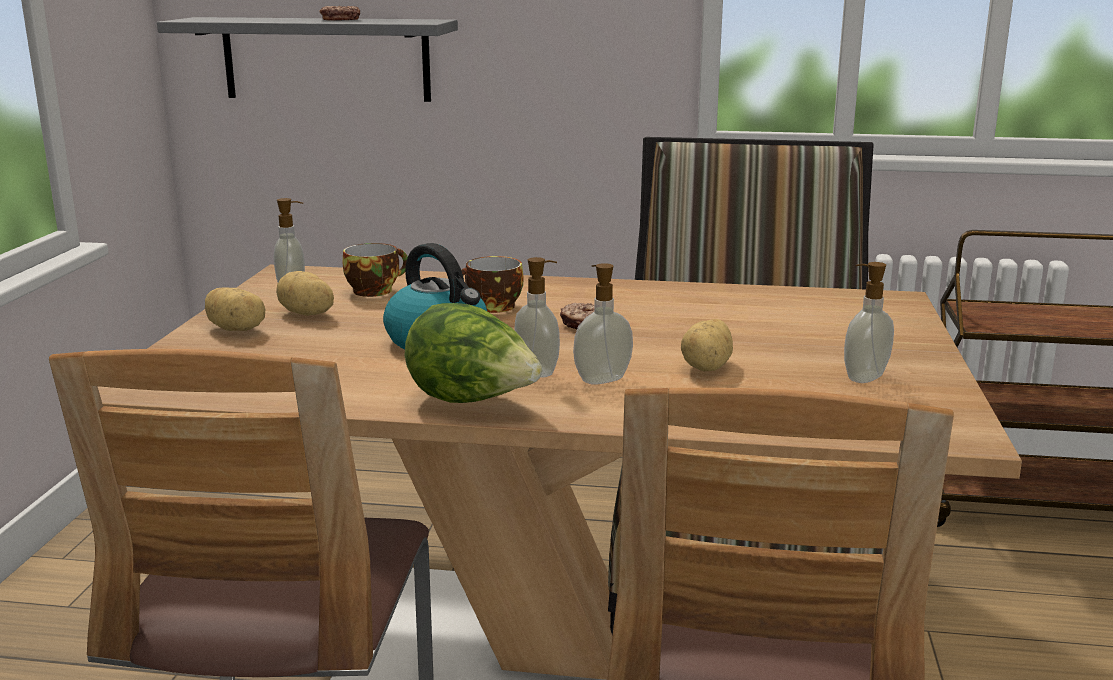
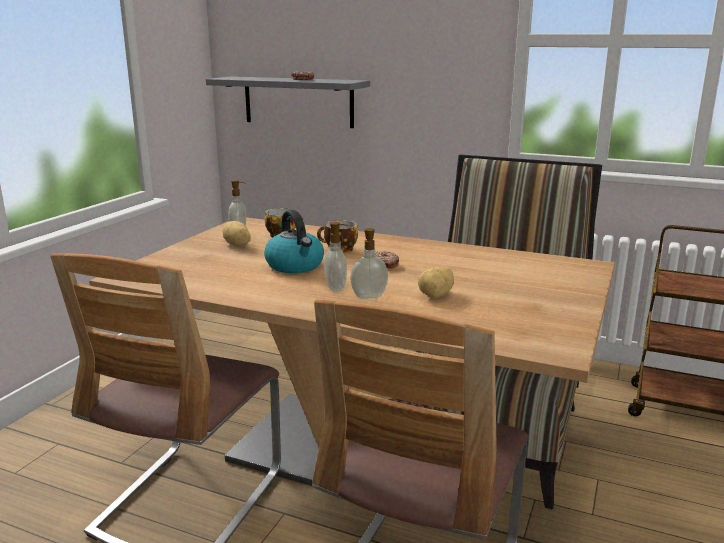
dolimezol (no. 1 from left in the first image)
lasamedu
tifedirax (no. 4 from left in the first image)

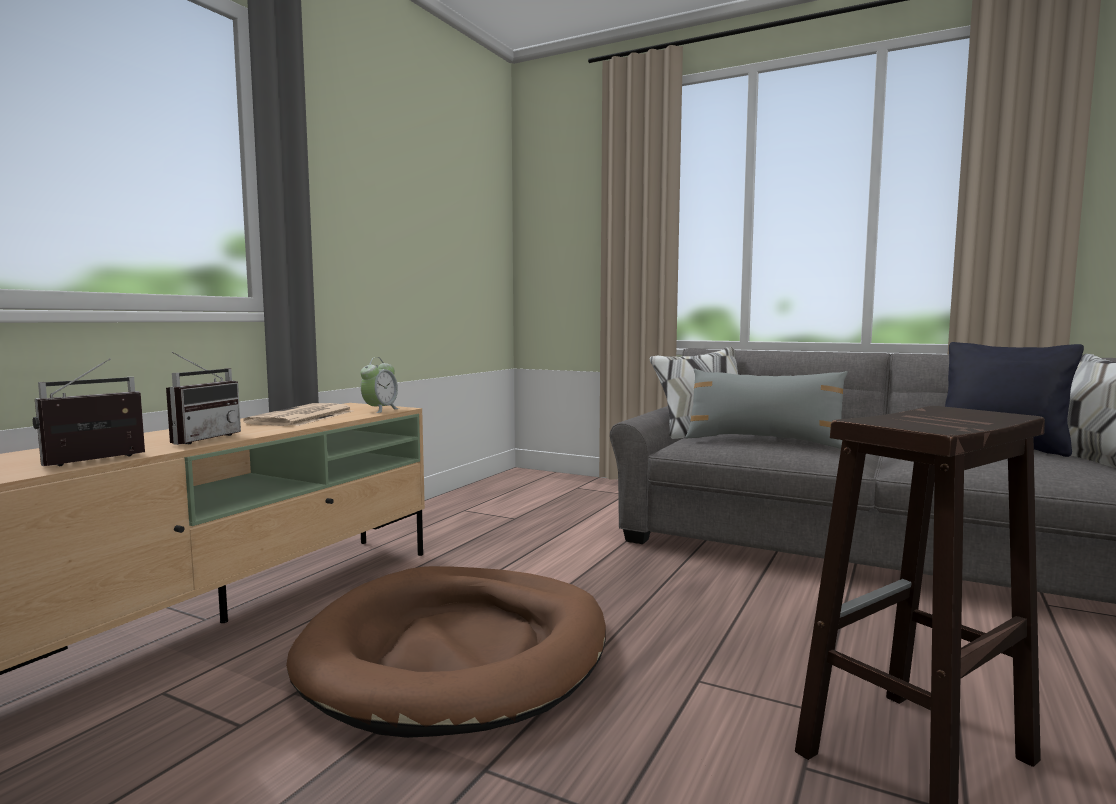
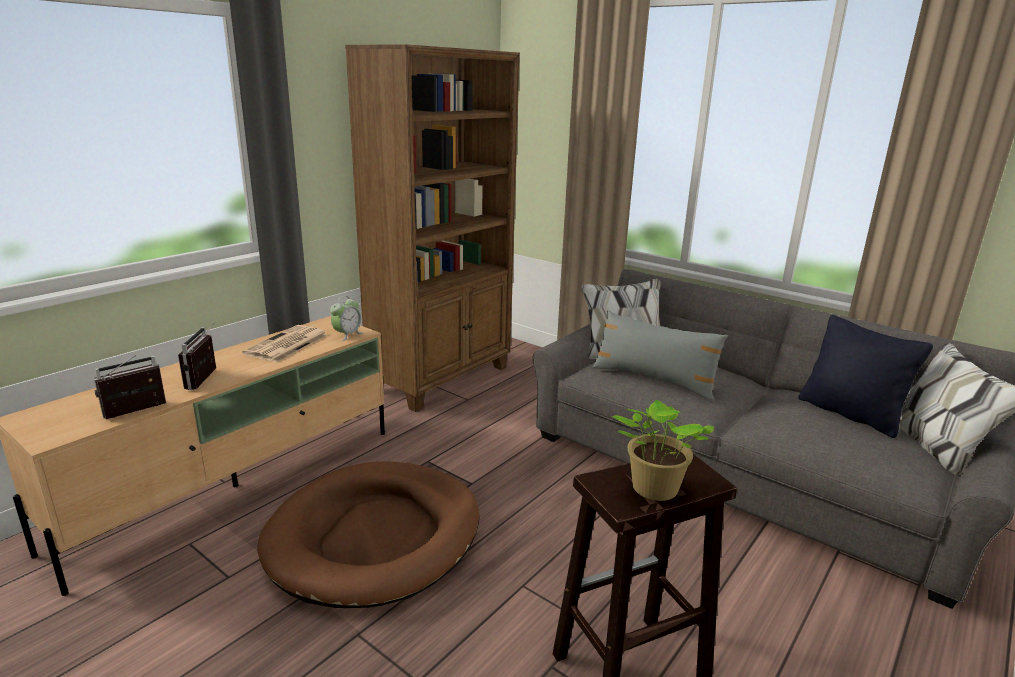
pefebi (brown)
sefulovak
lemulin (no. 2 from left)

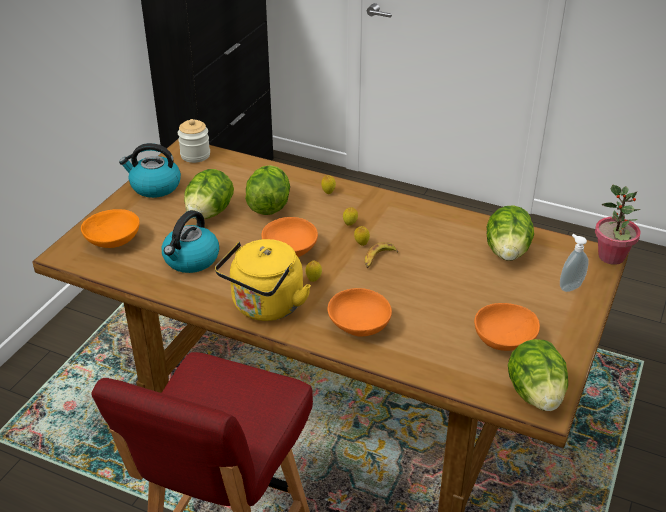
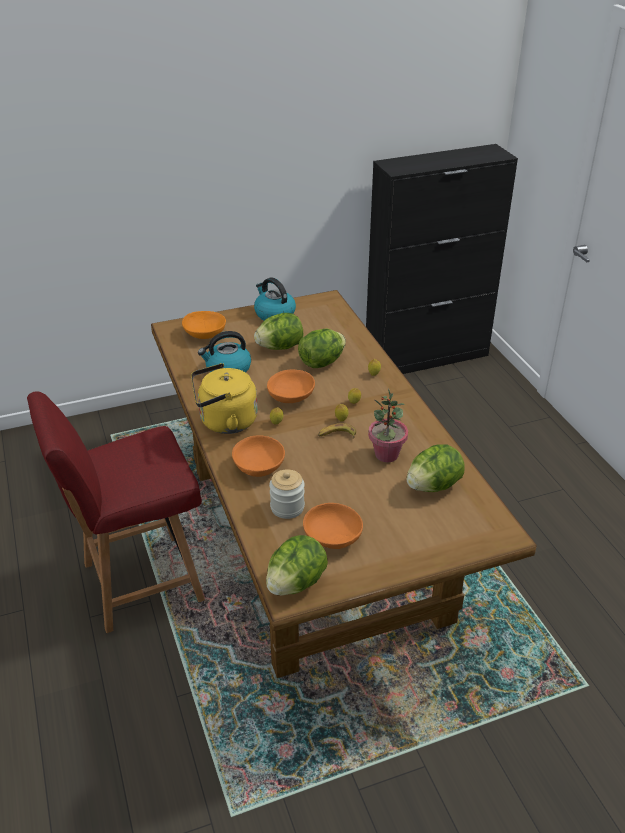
tifedirax
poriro
sefulovak

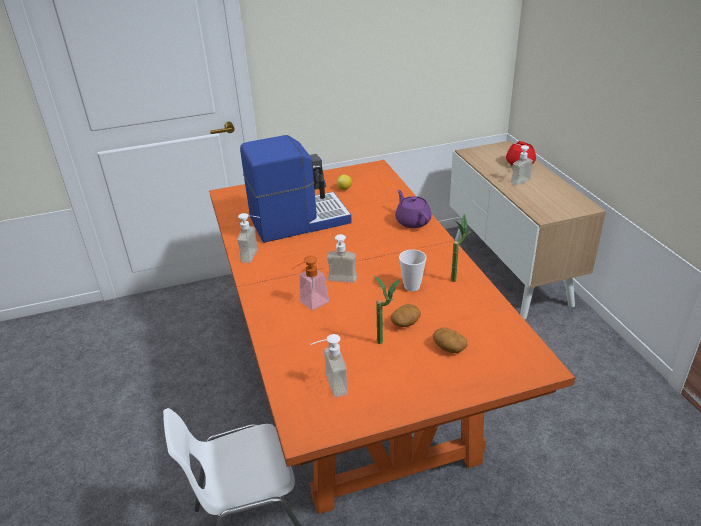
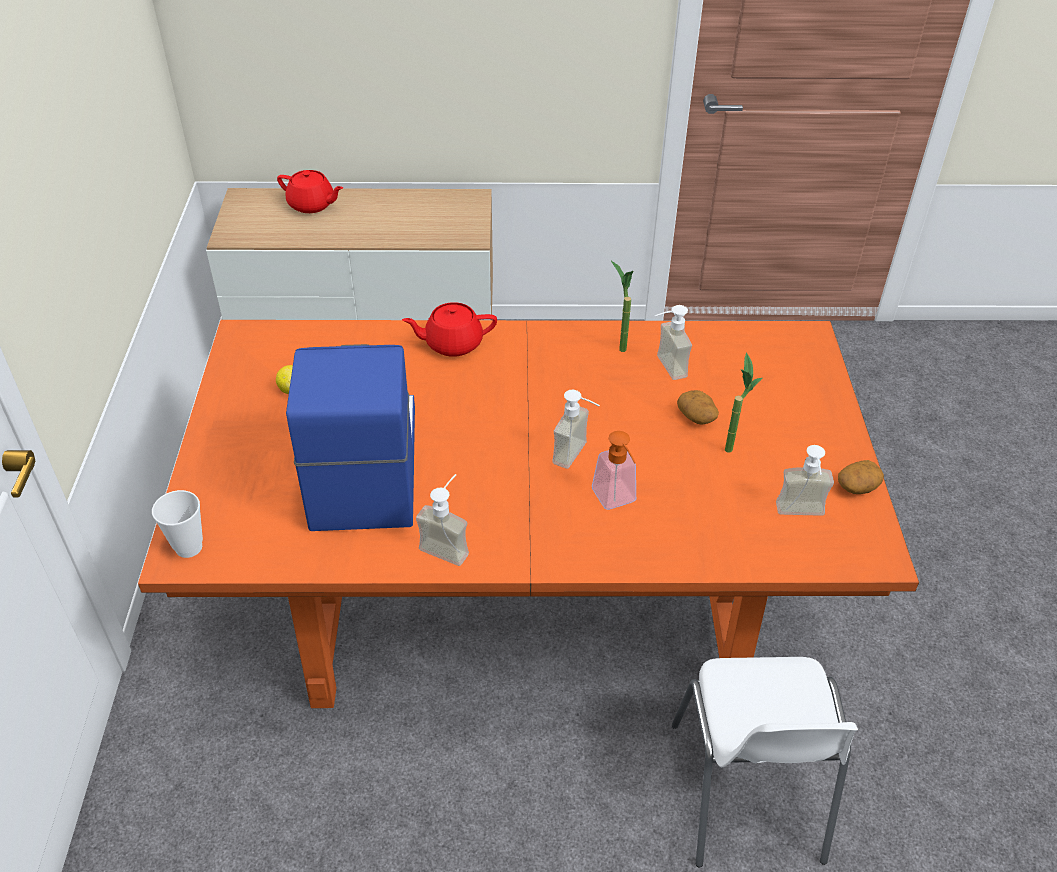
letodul
dolimezol (no. 2 from left)
tifedirax (no. 4 from left)
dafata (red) (no. 2 from left)

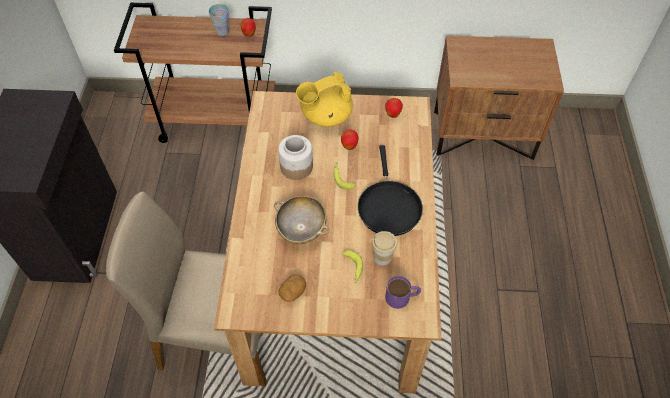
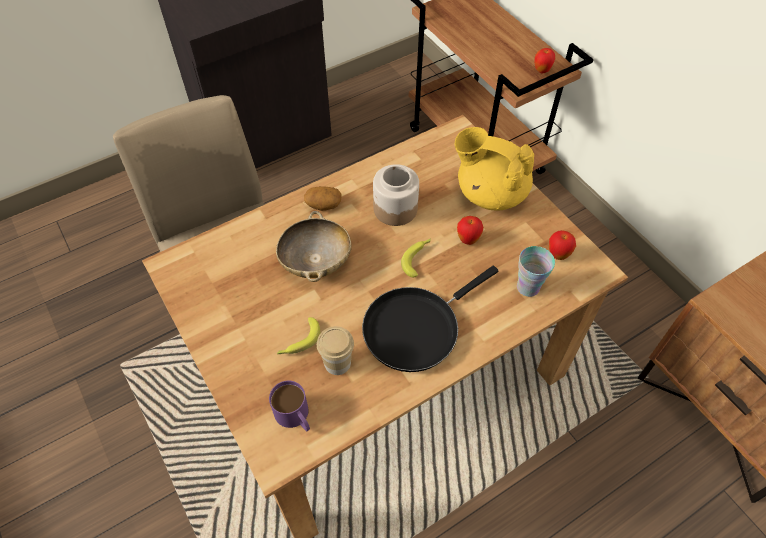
letodul (no. 2 from left)
dolimezol

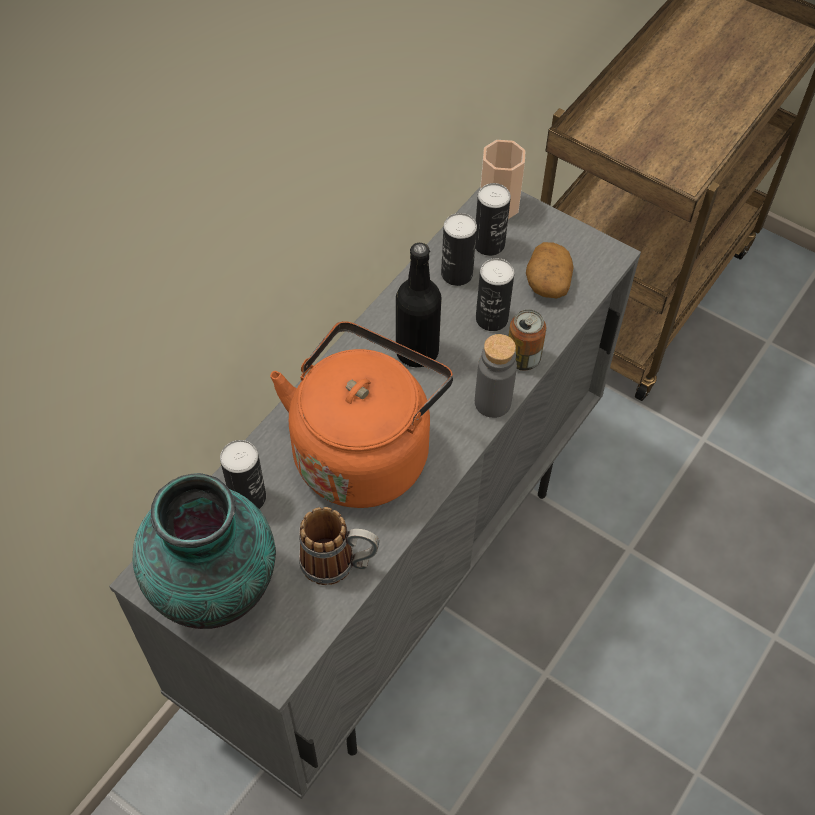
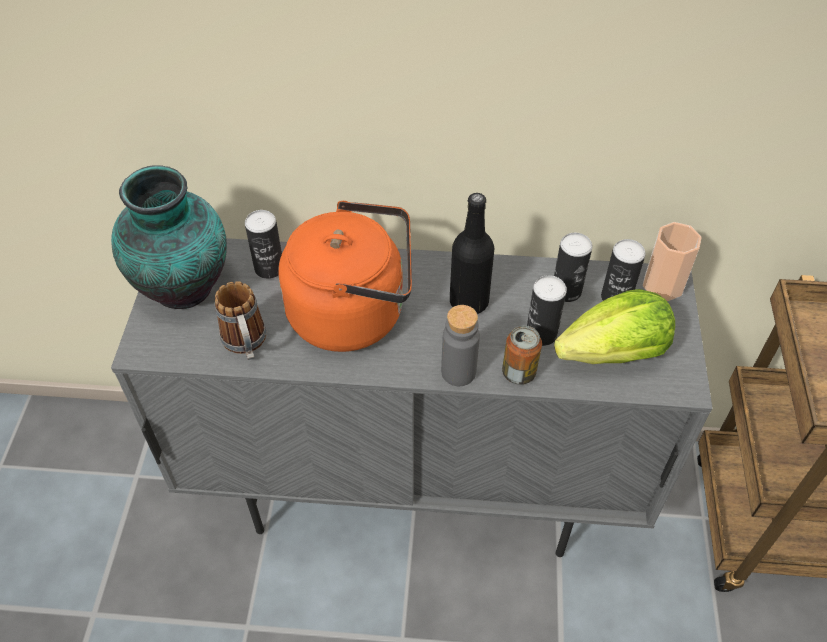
lasamedu

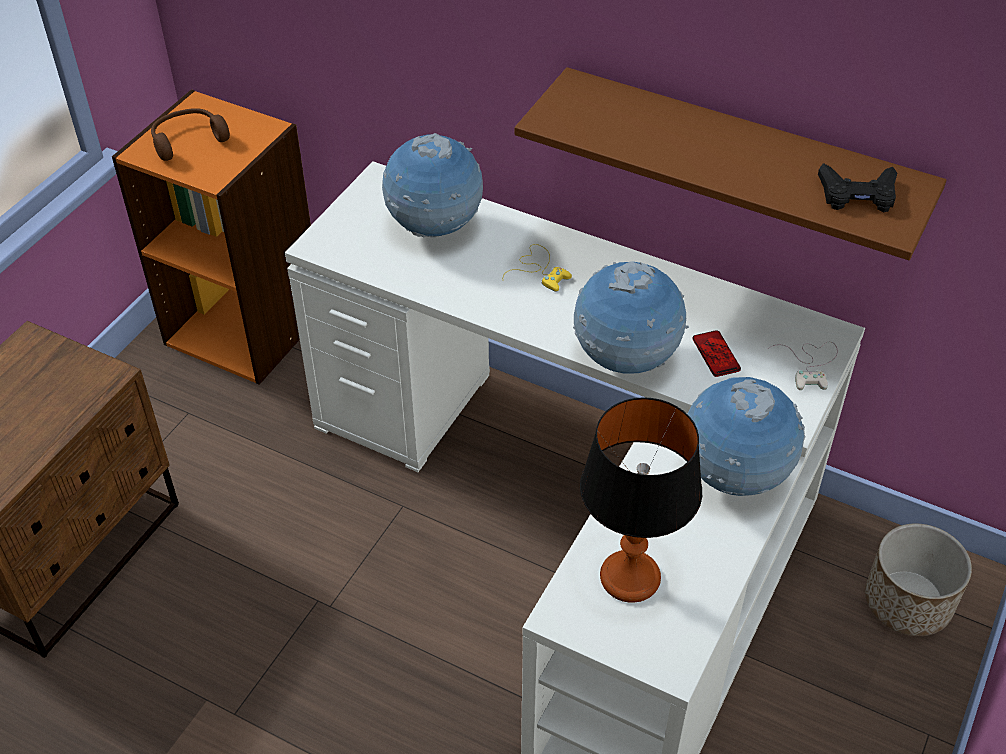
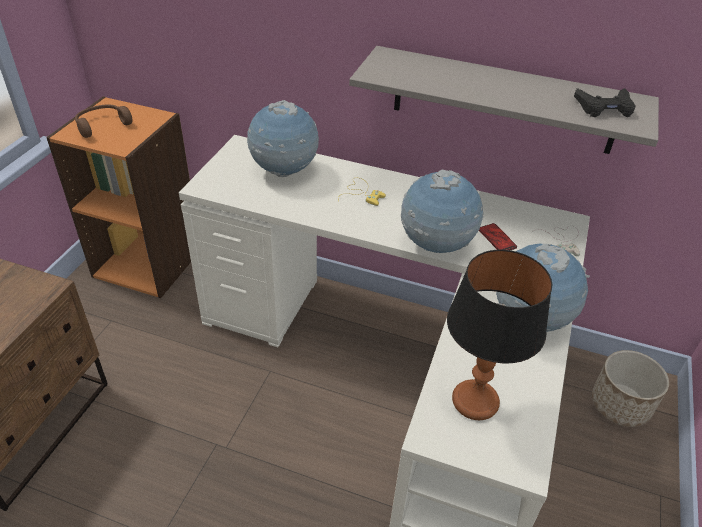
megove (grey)

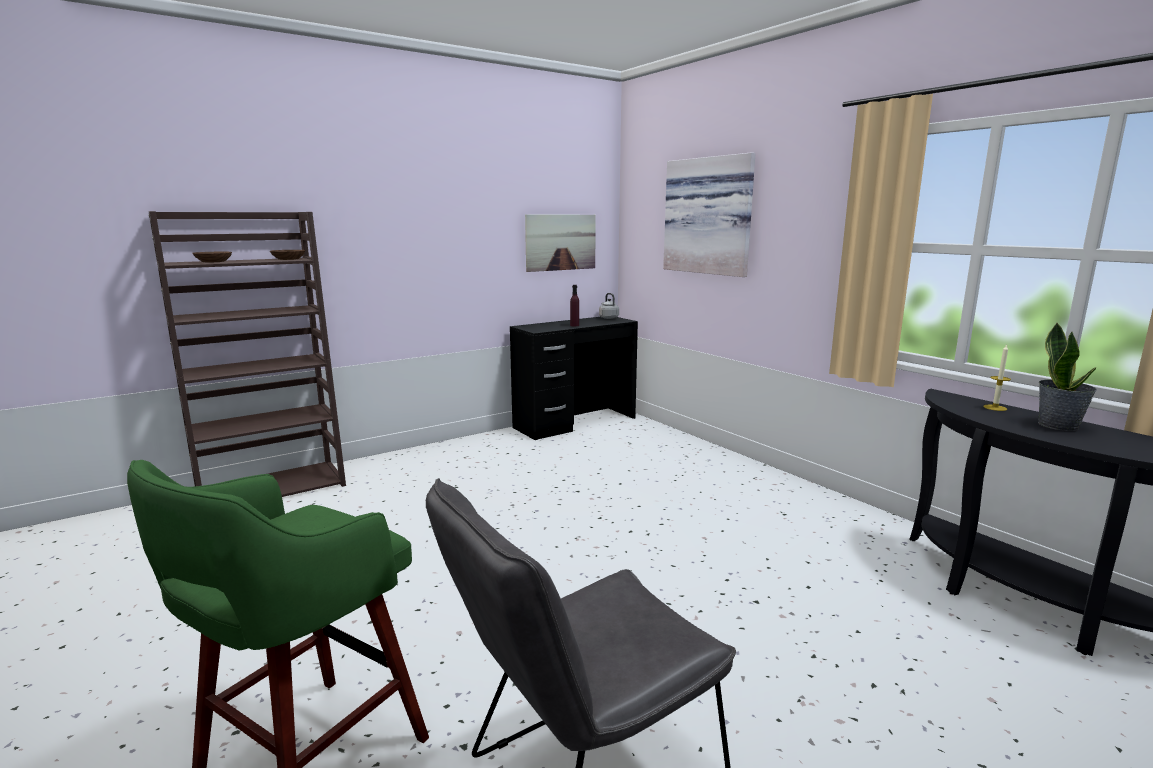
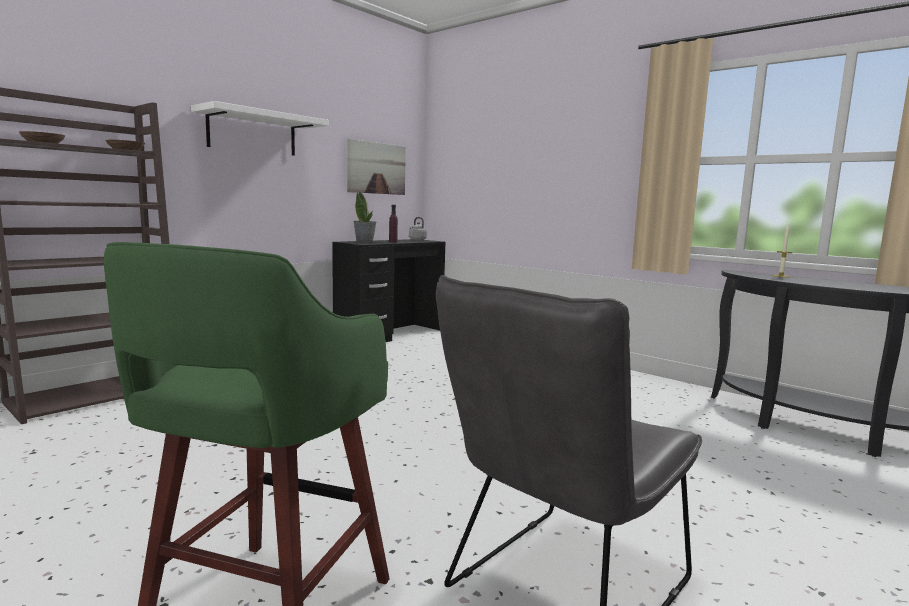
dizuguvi (no. 2 from left in the first image)
megove (white)
sefulovak

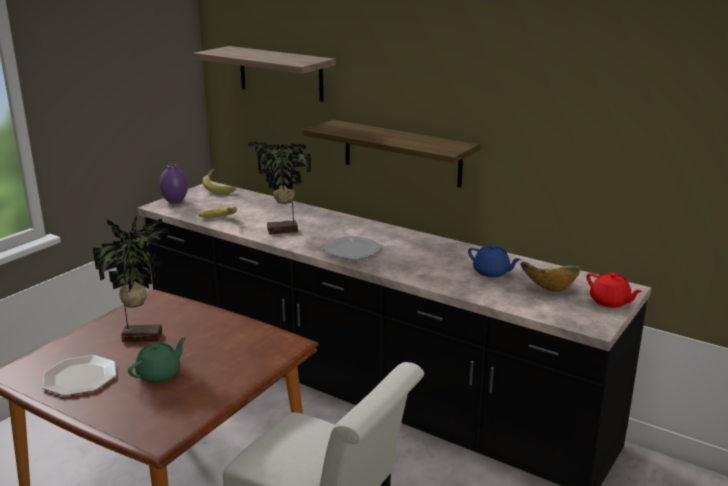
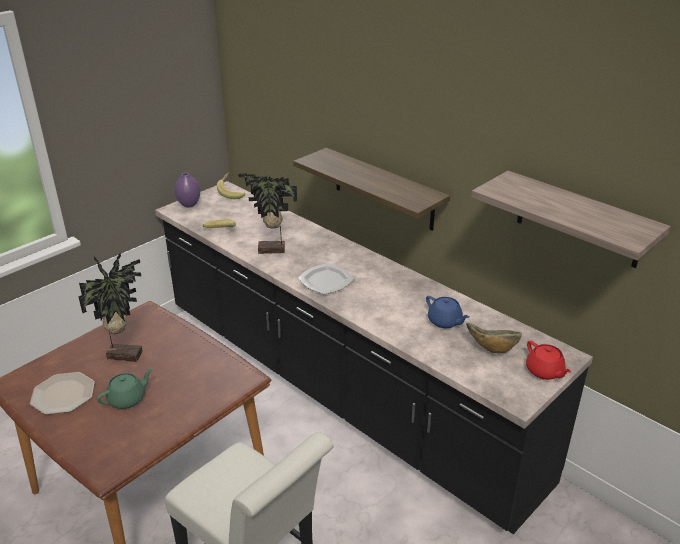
megove (no. 2 from left)

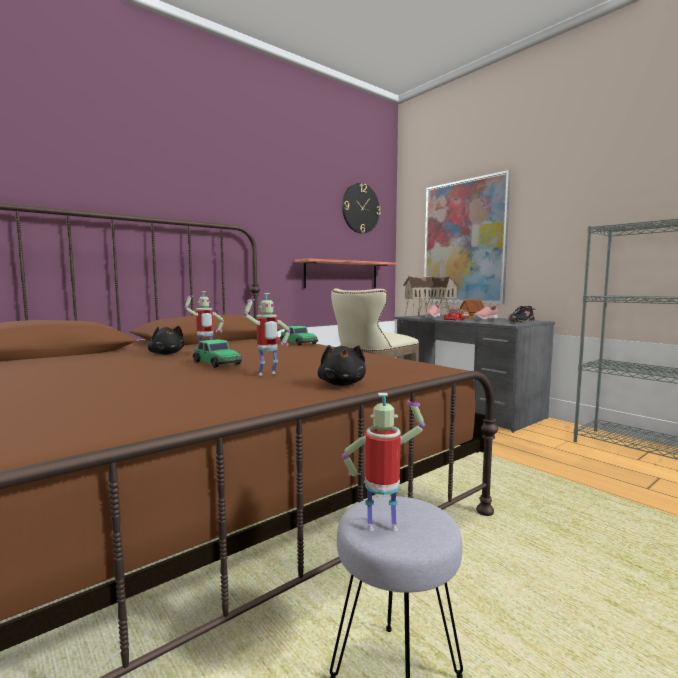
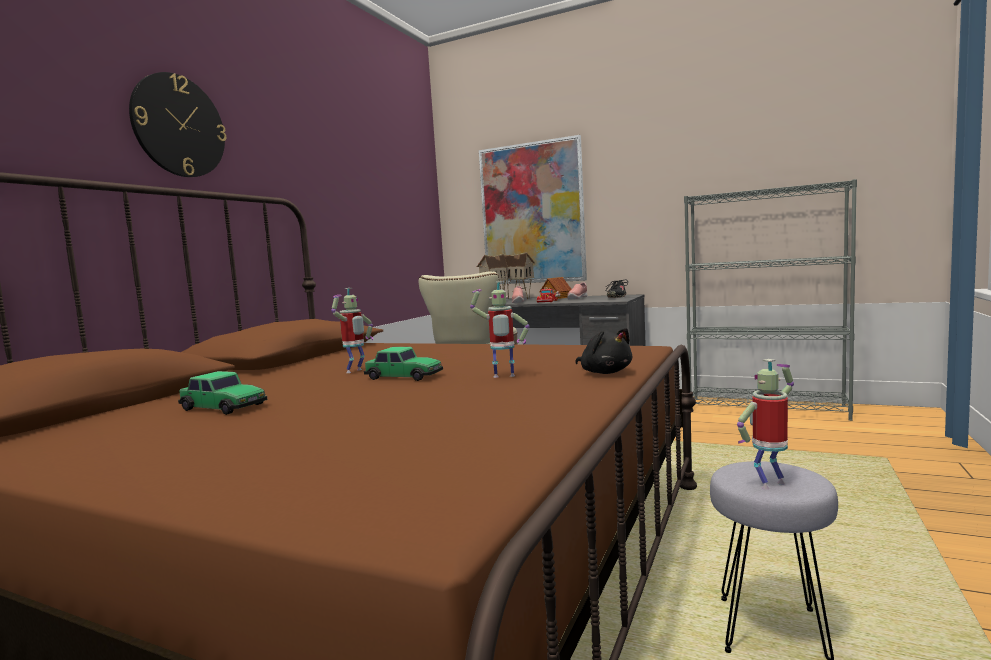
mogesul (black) (no. 1 from left in the first image)
megove
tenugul (no. 1 from left)
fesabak
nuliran (no. 2 from left)

